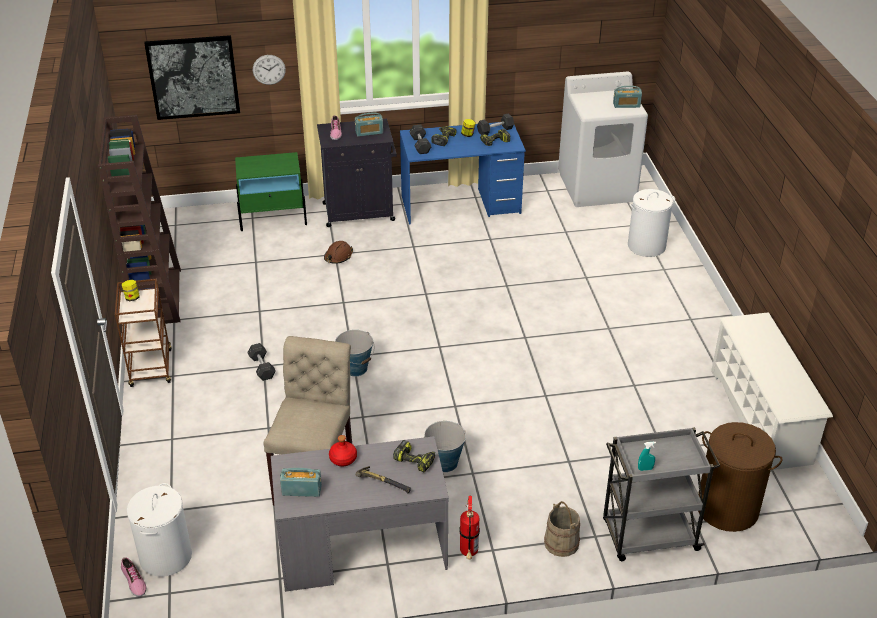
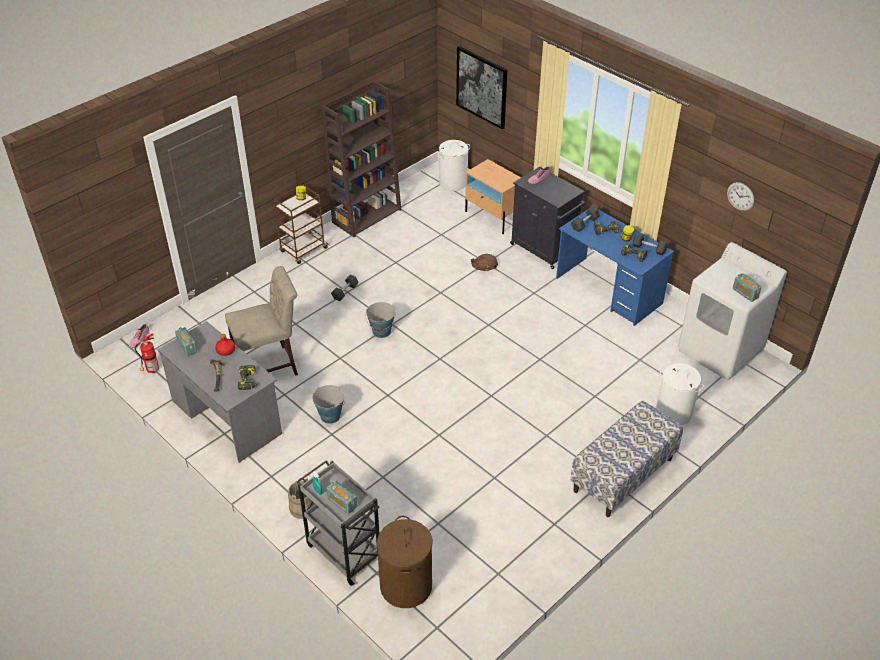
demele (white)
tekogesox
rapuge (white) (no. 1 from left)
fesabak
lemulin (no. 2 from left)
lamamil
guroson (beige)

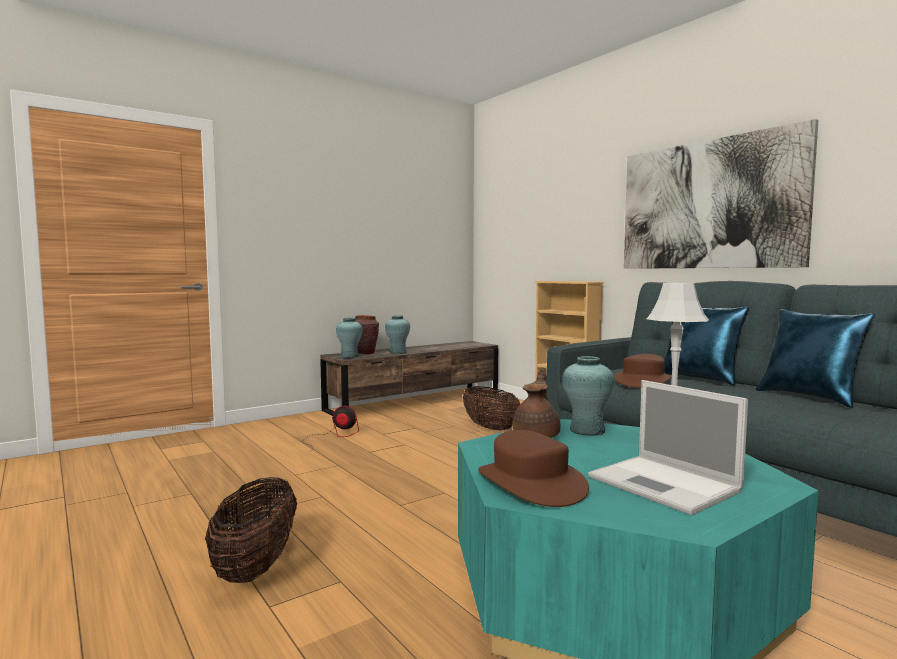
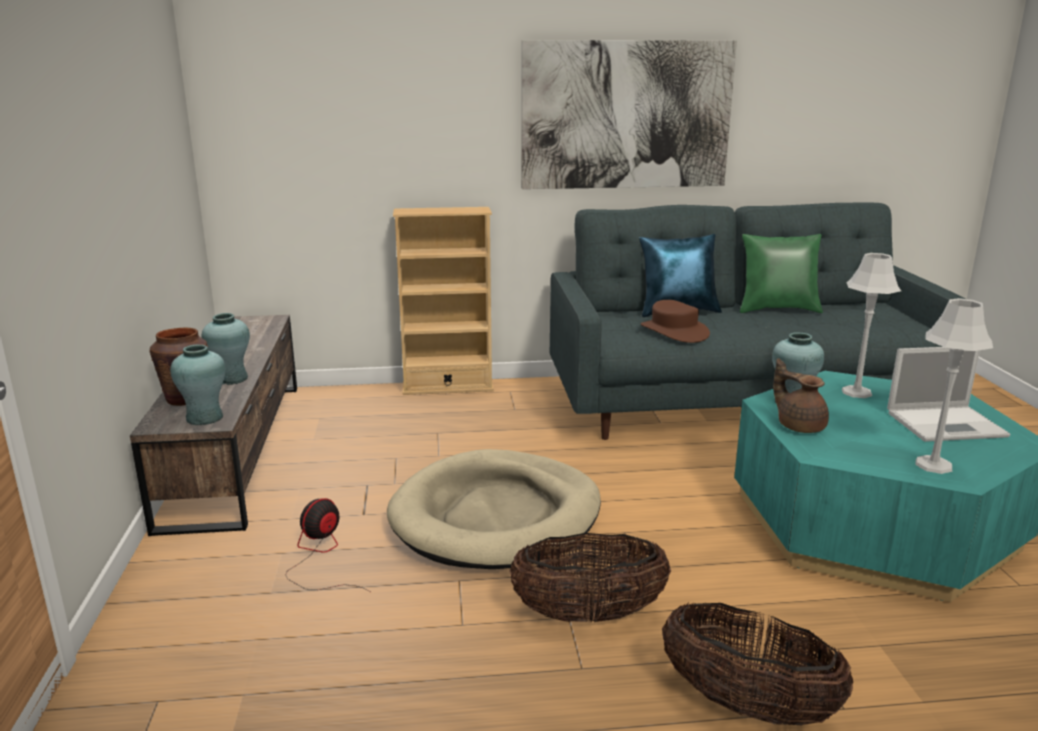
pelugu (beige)
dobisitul (no. 1 from left)
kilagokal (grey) (no. 2 from left)
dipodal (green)

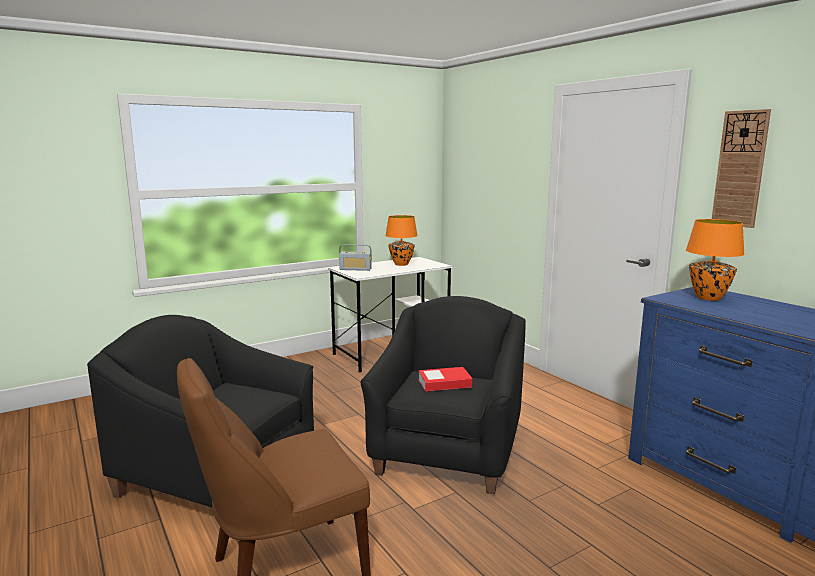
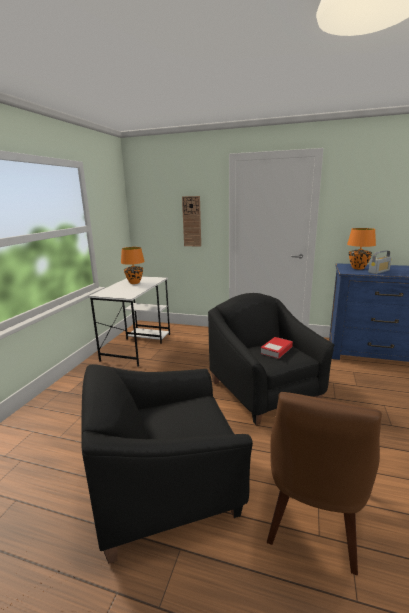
lemulin
fesabak

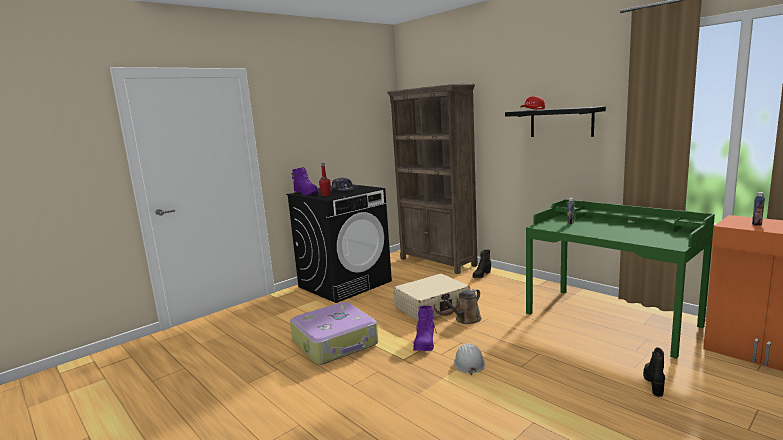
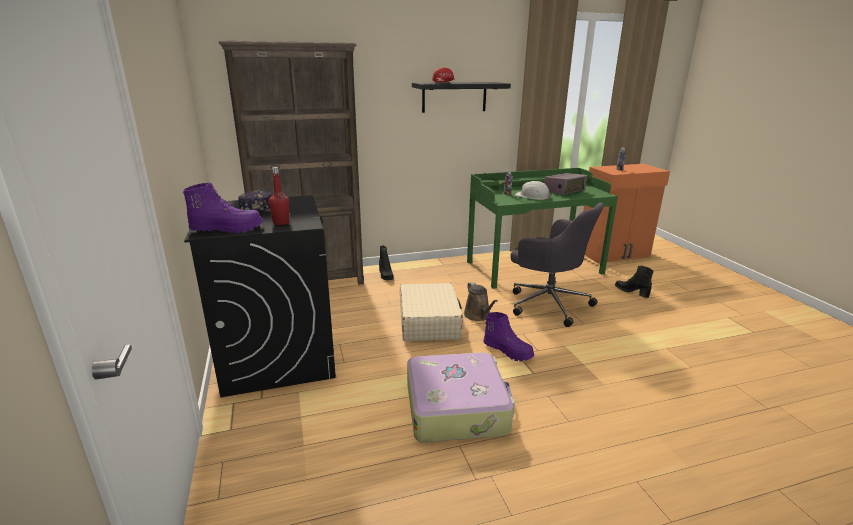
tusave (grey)
lemulin
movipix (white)

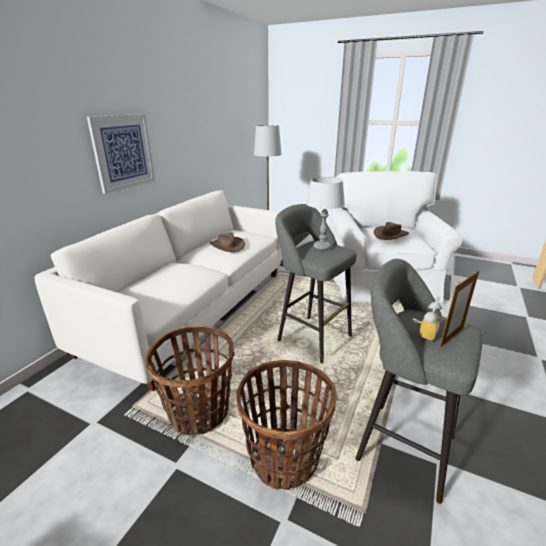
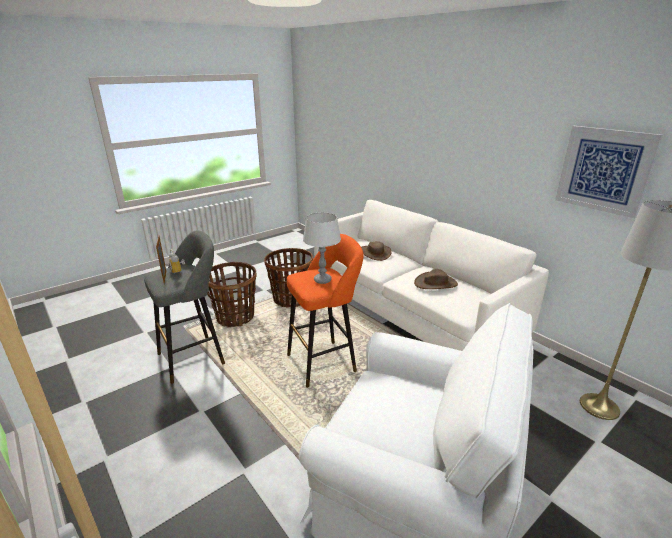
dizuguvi
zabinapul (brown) (no. 1 from left)
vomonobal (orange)

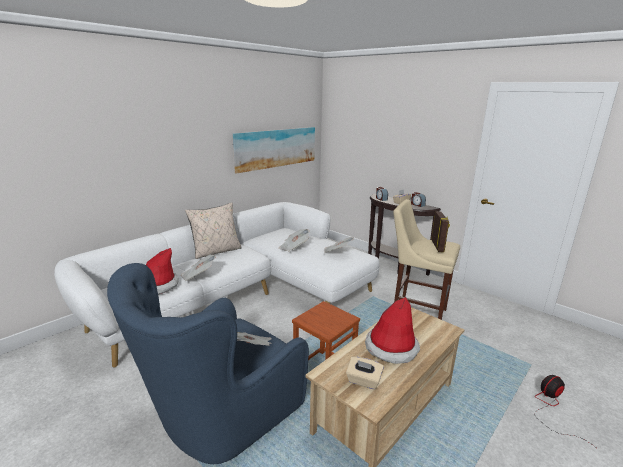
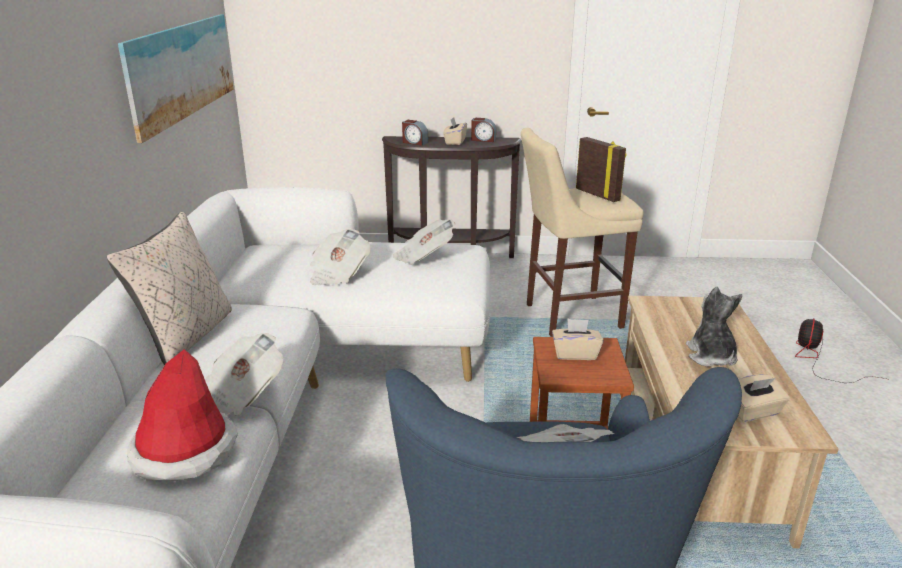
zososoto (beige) (no. 2 from left)
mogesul

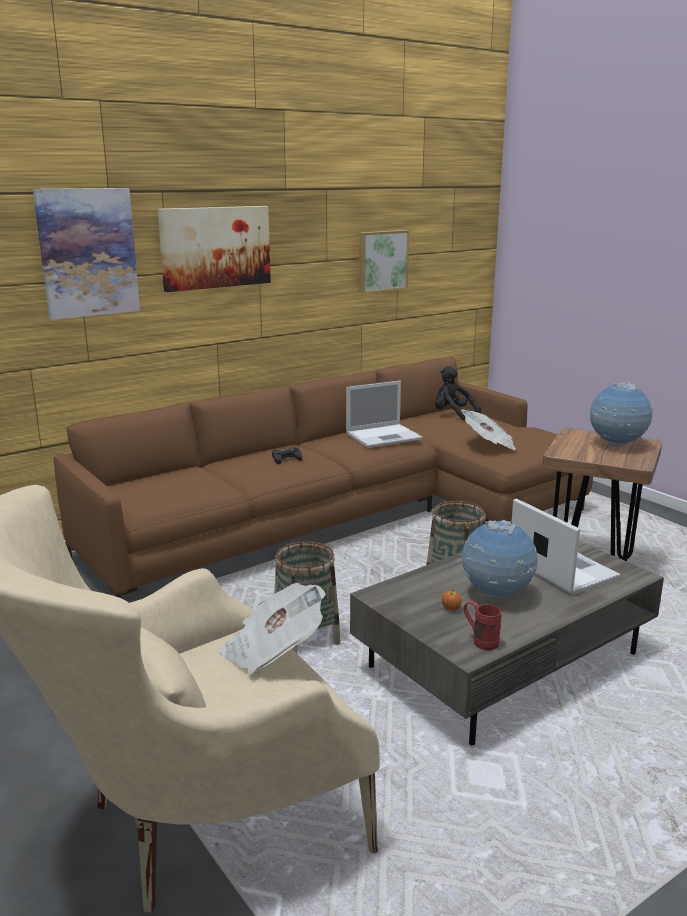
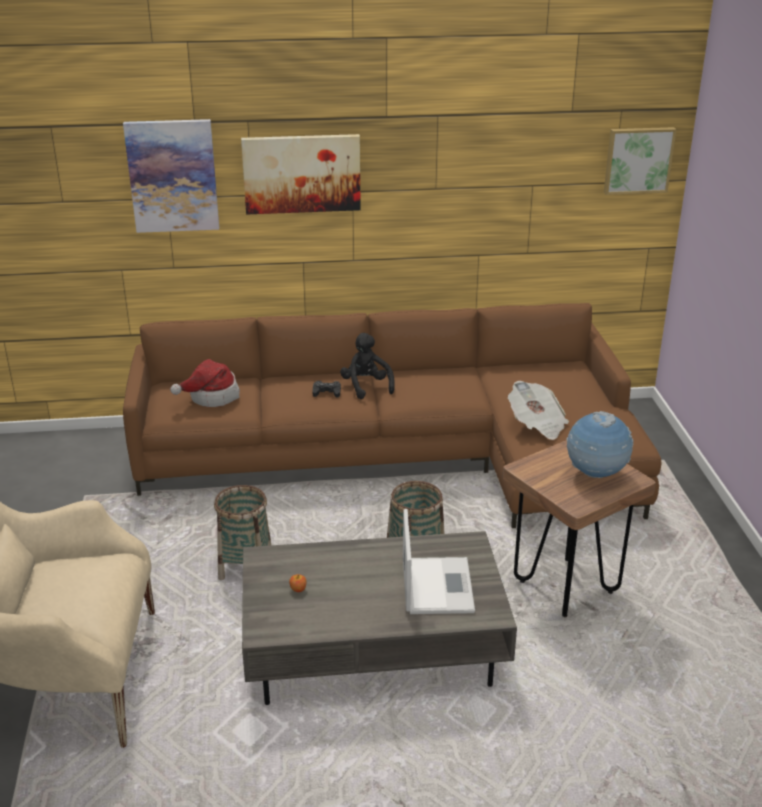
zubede (no. 1 from left in the first image)
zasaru (no. 1 from left in the first image)
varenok (no. 1 from left in the first image)
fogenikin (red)
zabinapul
dizuguvi (no. 3 from left)
mogesul (black)

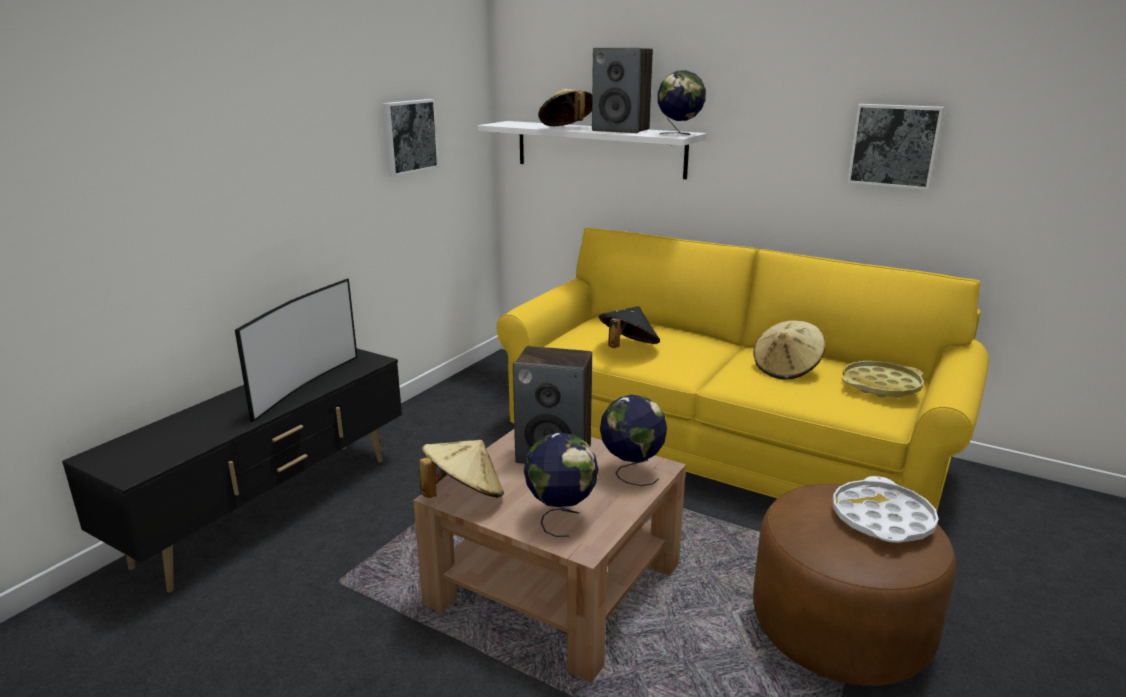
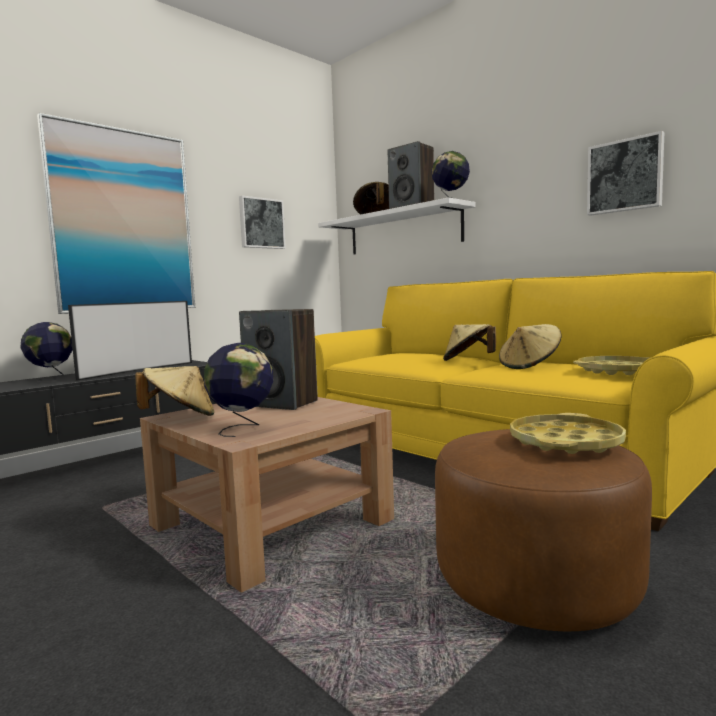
zabinapul (black)
dizuguvi (no. 1 from left)
zabinapul (beige) (no. 3 from left)
varenok (no. 1 from left)
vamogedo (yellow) (no. 1 from left)

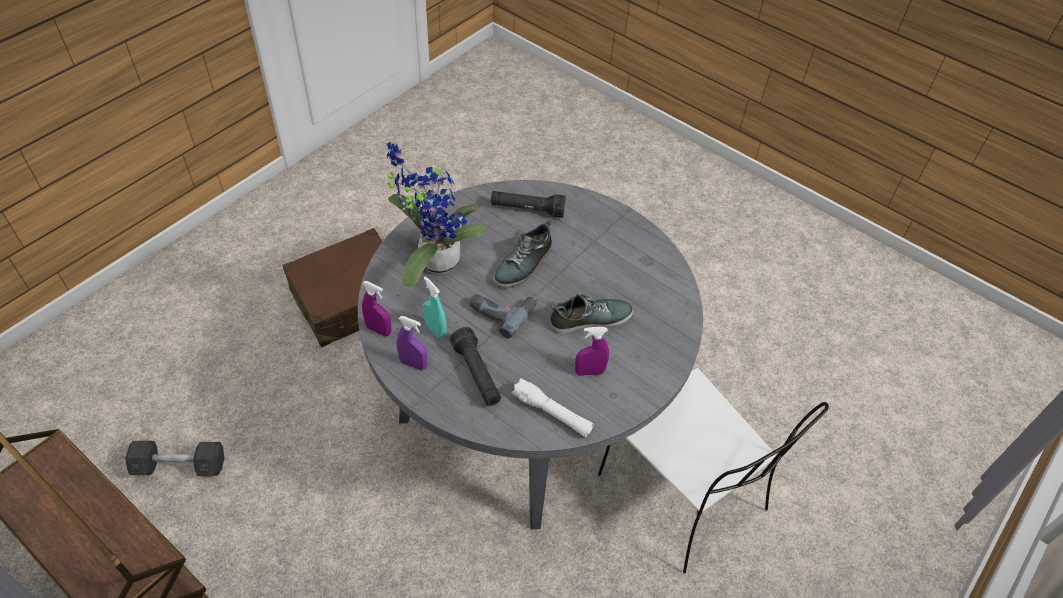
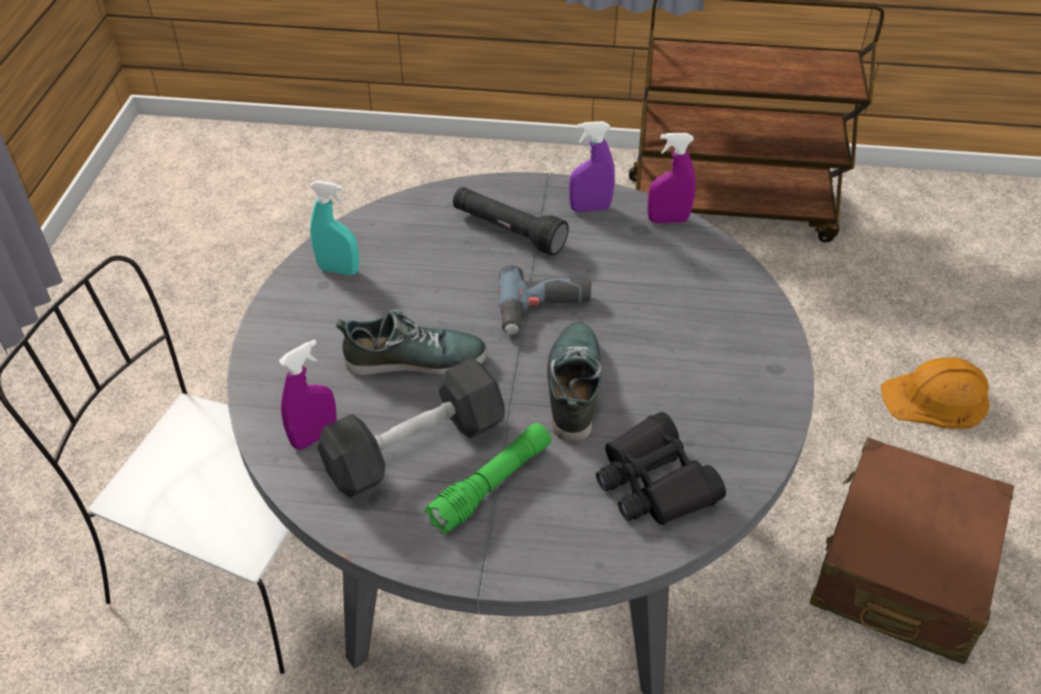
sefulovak
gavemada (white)
gavemada (green)
movipix (orange)
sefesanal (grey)
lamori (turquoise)
lamori (purple) (no. 1 from left)
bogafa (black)
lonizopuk (no. 1 from left)

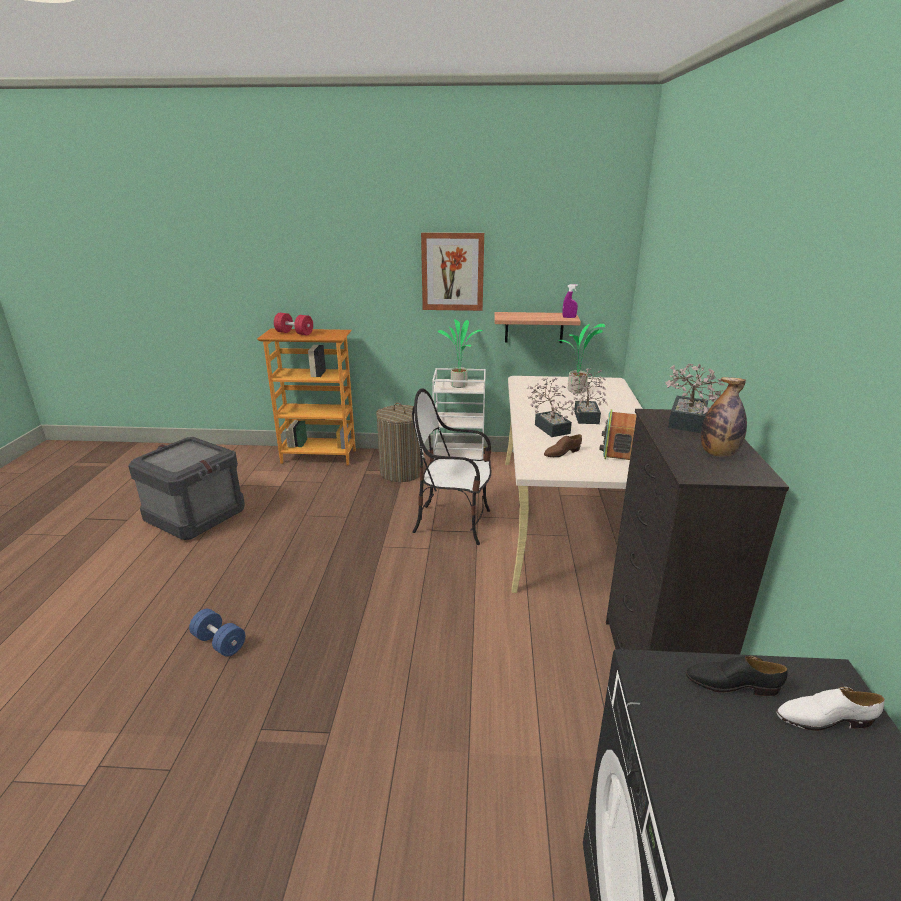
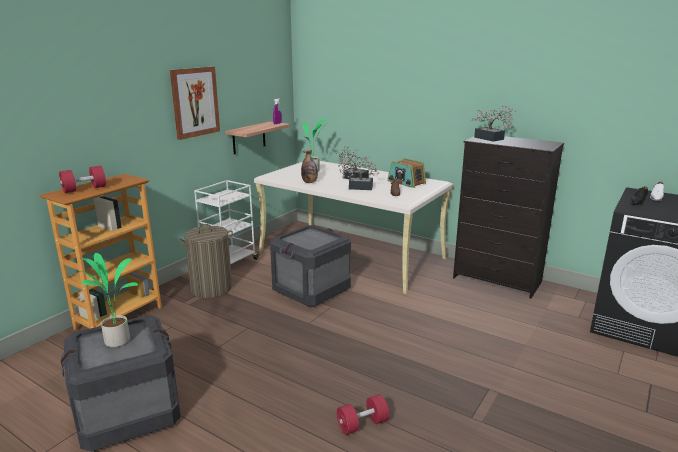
sefulovak (no. 1 from left)
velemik
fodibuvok (no. 2 from left)
sefesanal (red) (no. 2 from left)

